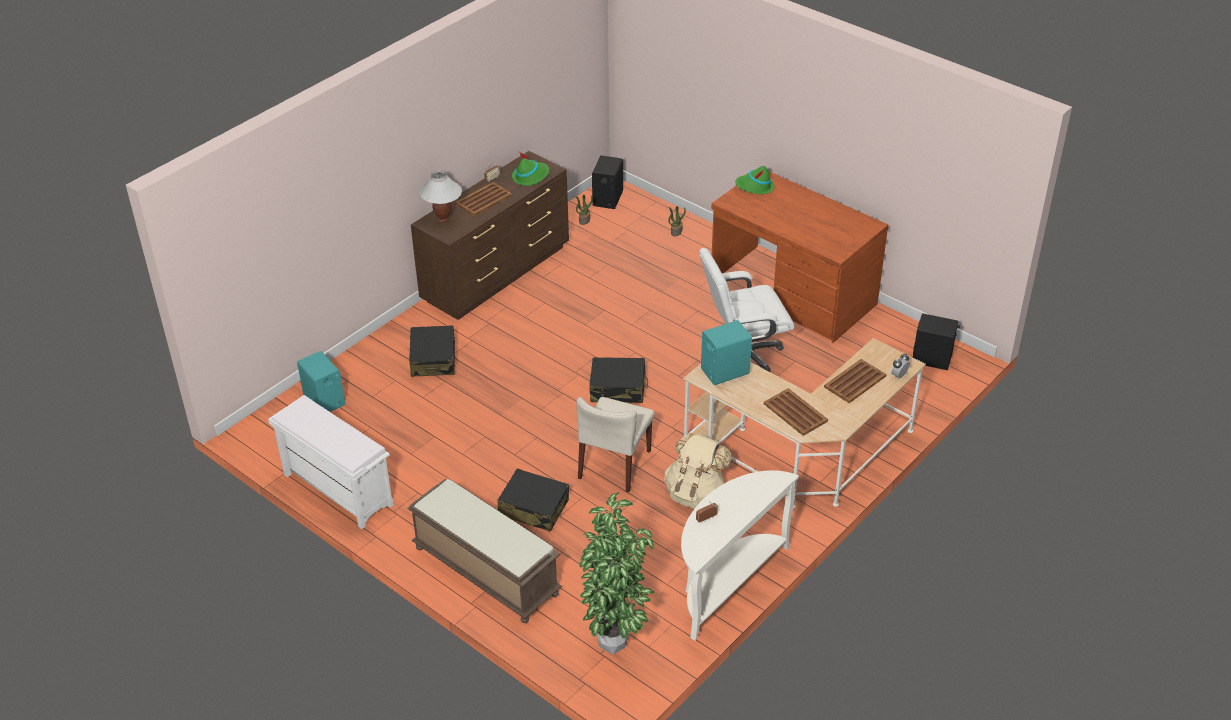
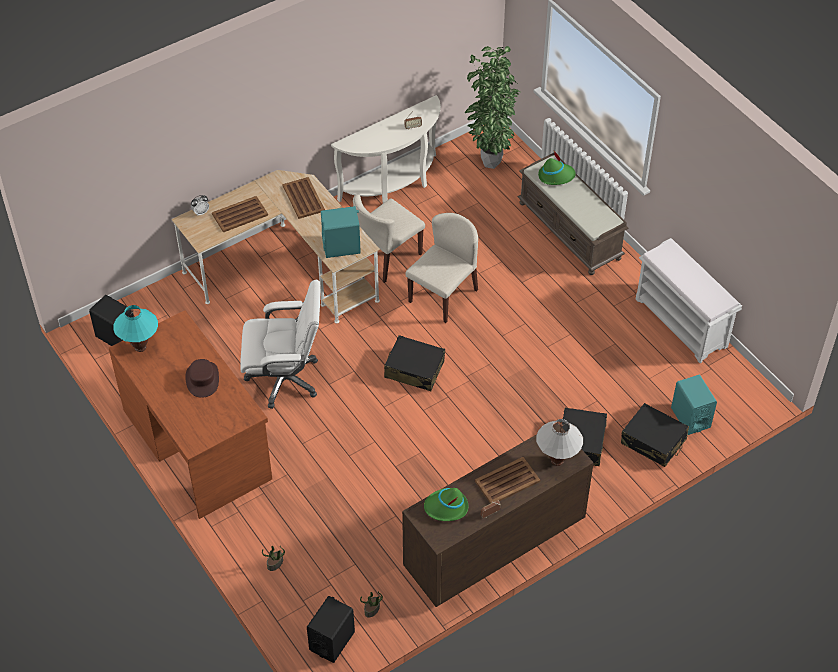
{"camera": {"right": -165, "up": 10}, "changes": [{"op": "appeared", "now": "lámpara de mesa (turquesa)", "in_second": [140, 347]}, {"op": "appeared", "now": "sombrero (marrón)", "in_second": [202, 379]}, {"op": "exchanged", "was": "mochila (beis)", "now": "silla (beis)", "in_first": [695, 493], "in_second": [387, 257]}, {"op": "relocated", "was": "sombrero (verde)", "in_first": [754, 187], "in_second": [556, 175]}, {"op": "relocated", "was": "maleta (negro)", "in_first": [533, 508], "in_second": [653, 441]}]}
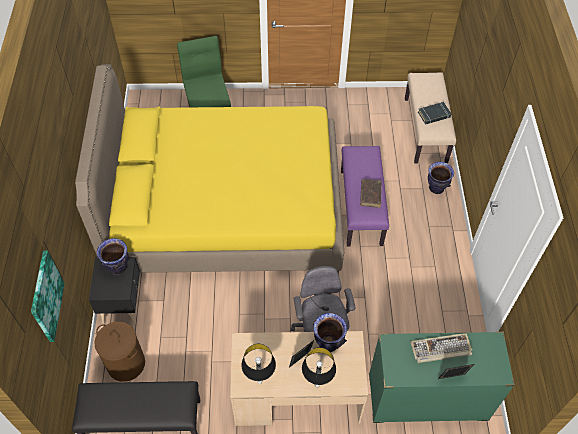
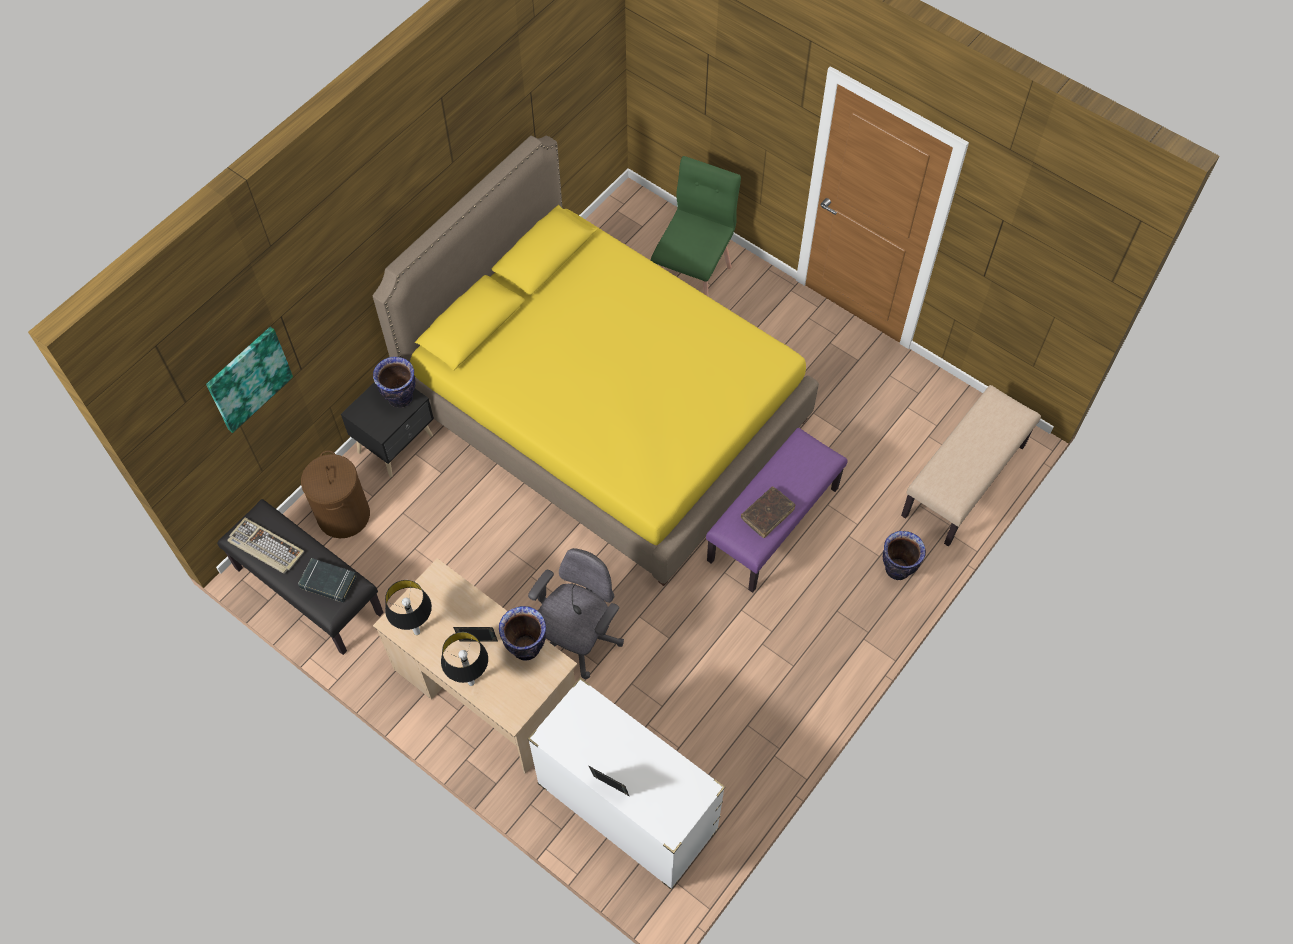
{"camera": {"right": 40, "up": 5}, "changes": [{"op": "relocated", "was": "teclado", "in_first": [440, 349], "in_second": [265, 547]}, {"op": "relocated", "was": "libro (negro)", "in_first": [434, 115], "in_second": [328, 582]}, {"op": "colour", "was": "cómoda (verde)", "now": "cómoda (blanco)", "in_first": [426, 398], "in_second": [627, 808]}]}
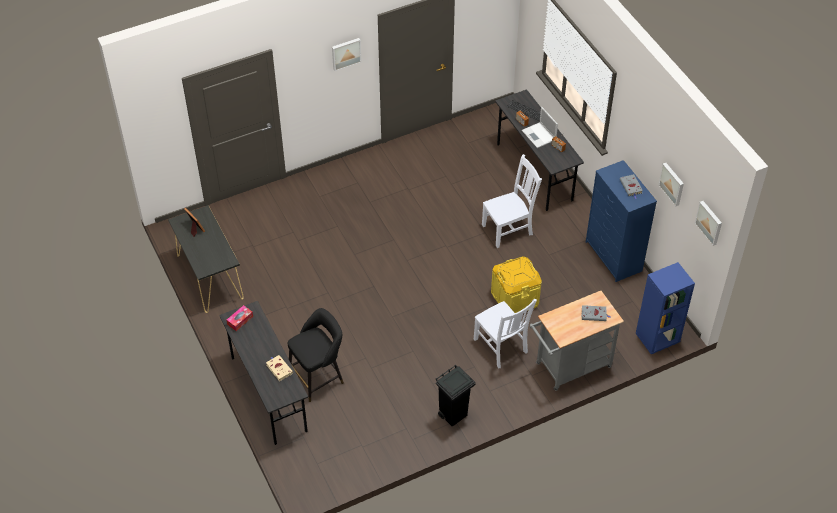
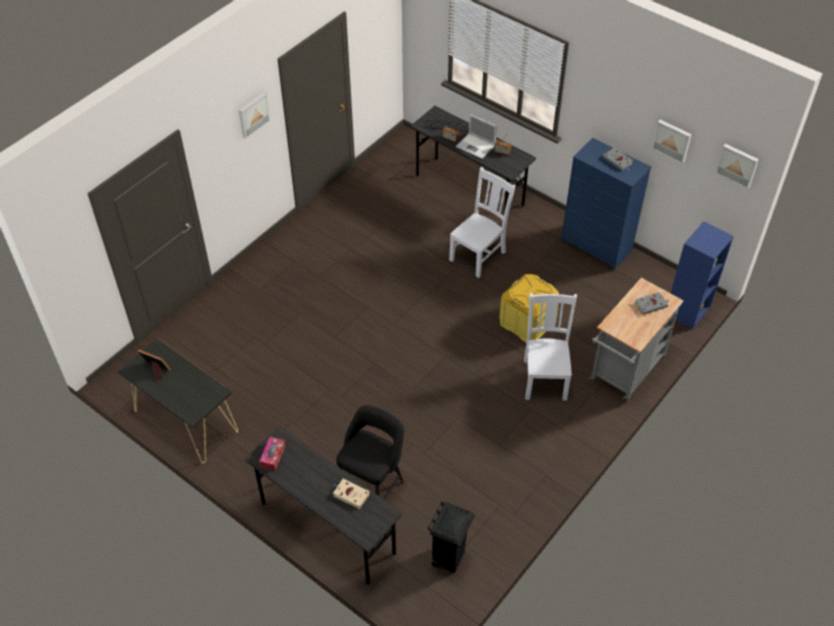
{"camera": {"right": -25, "up": 0}, "changes": [{"op": "relocated", "was": "papelera (negro)", "in_first": [453, 415], "in_second": [449, 558]}, {"op": "spun", "was": "silla (blanco)", "in_first": [501, 347], "in_second": [545, 378], "clockwise": -120}]}
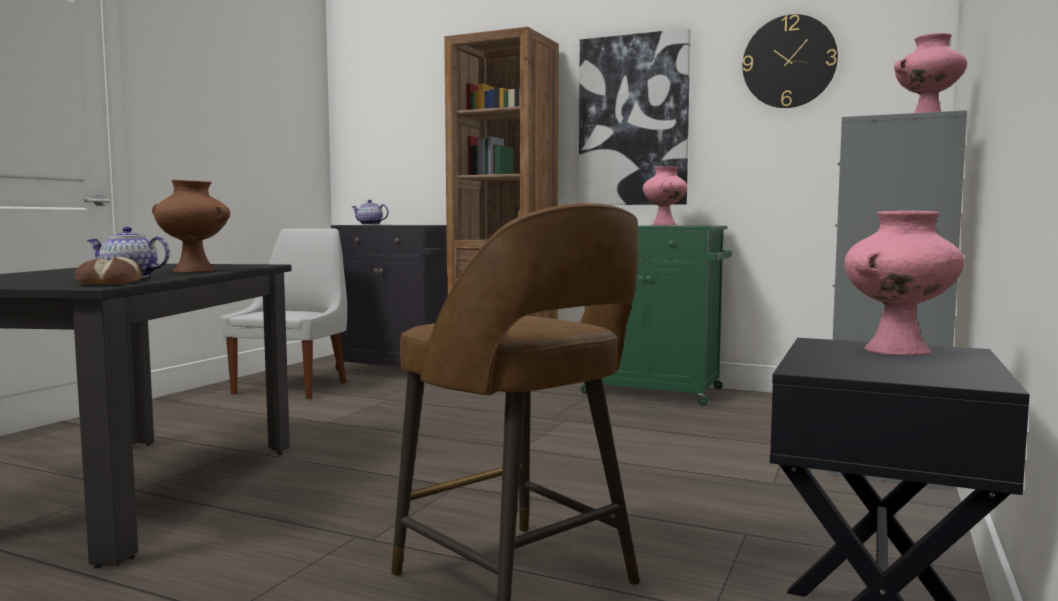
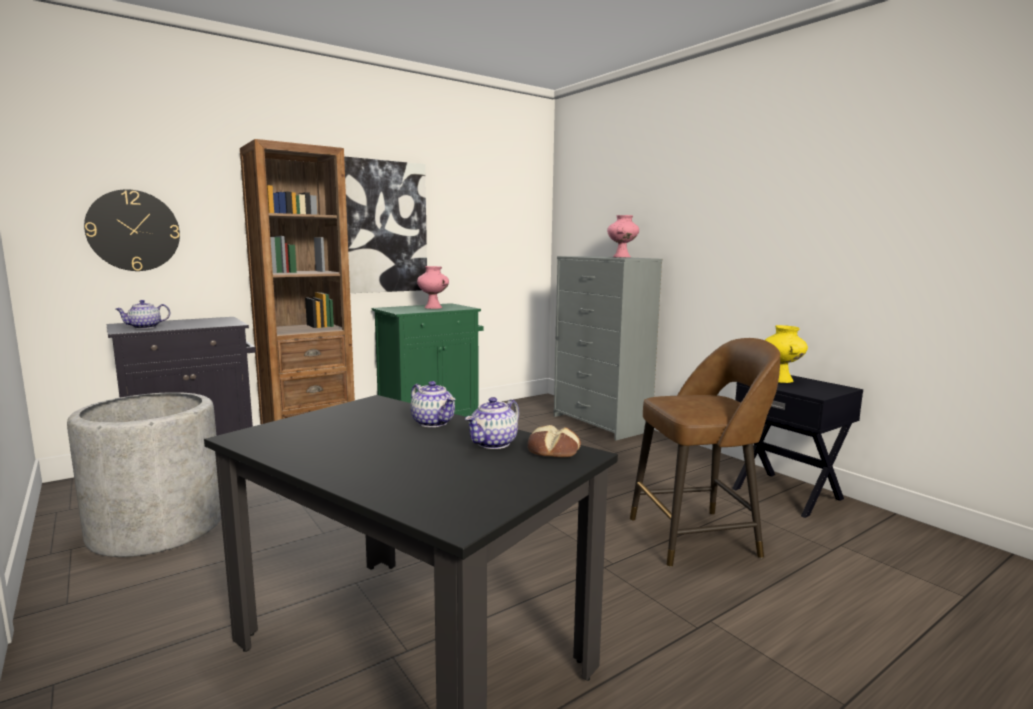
{"camera": {"right": -60, "up": 5}, "changes": [{"op": "exchanged", "was": "silla (blanco)", "now": "maceta (gris)", "in_first": [293, 387], "in_second": [157, 527]}, {"op": "relocated", "was": "reloj de pared", "in_first": [789, 62], "in_second": [133, 230]}, {"op": "exchanged", "was": "florero (marrón)", "now": "tetera", "in_first": [195, 271], "in_second": [433, 422]}, {"op": "colour", "was": "florero (rosa)", "now": "florero (amarillo)", "in_first": [897, 351], "in_second": [781, 380]}]}
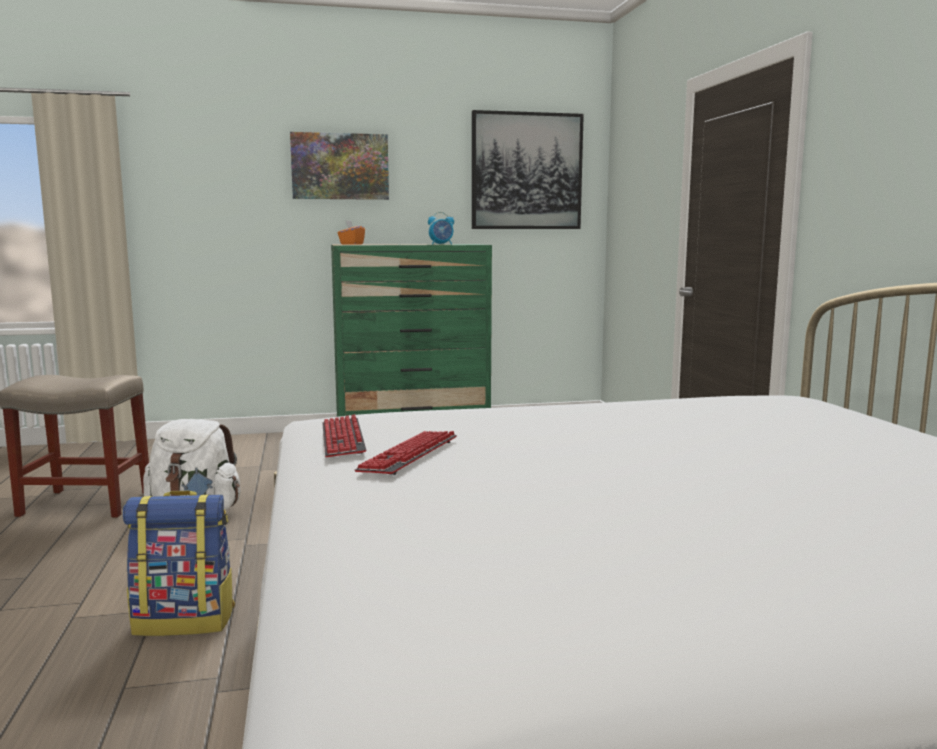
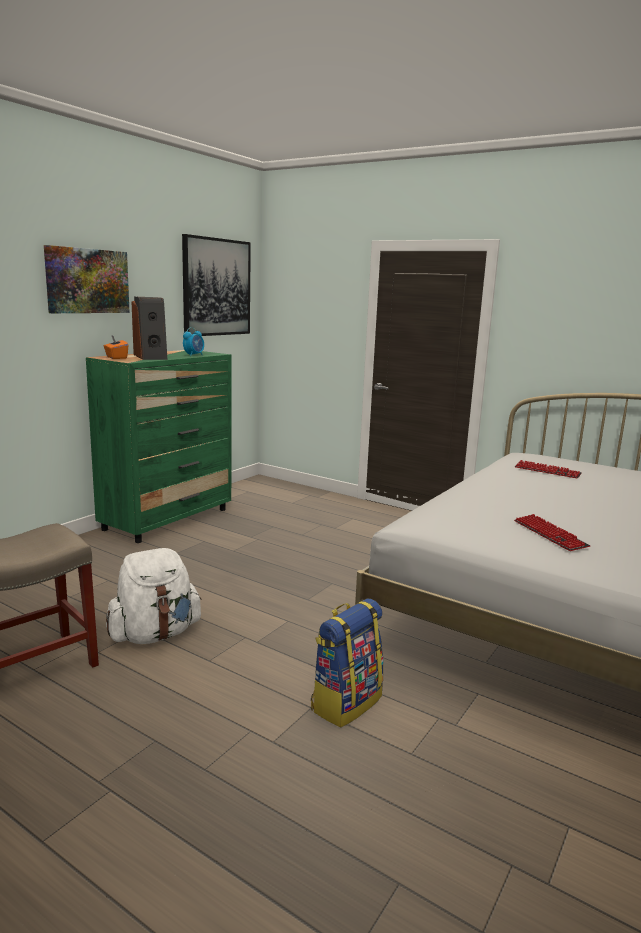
{"camera": {"right": -45, "up": 5}, "changes": [{"op": "appeared", "now": "altavoz", "in_second": [151, 357]}, {"op": "relocated", "was": "teclado", "in_first": [342, 439], "in_second": [547, 471]}]}
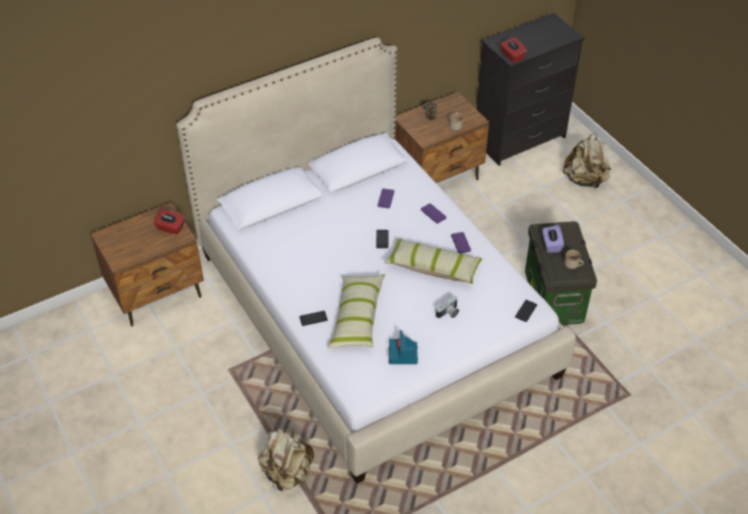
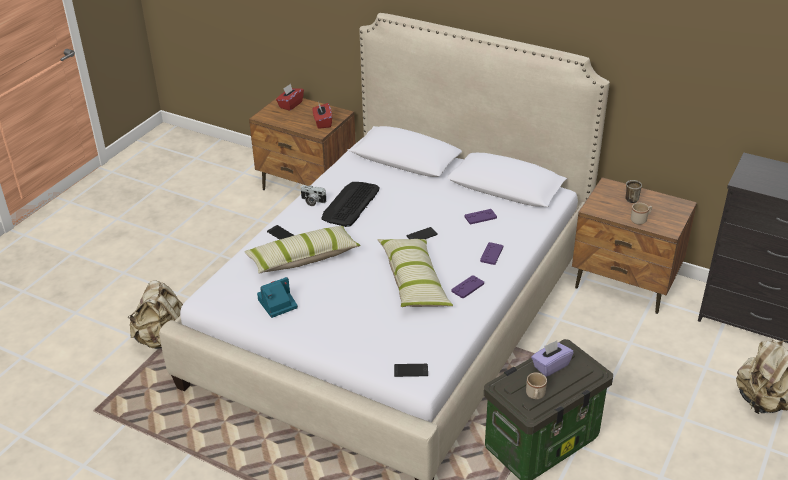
{"camera": {"right": 60, "up": -10}, "changes": [{"op": "relocated", "was": "caja de pañuelos (rojo)", "in_first": [512, 56], "in_second": [290, 105]}, {"op": "relocated", "was": "cámara", "in_first": [448, 313], "in_second": [312, 201]}, {"op": "appeared", "now": "teclado", "in_second": [350, 204]}]}
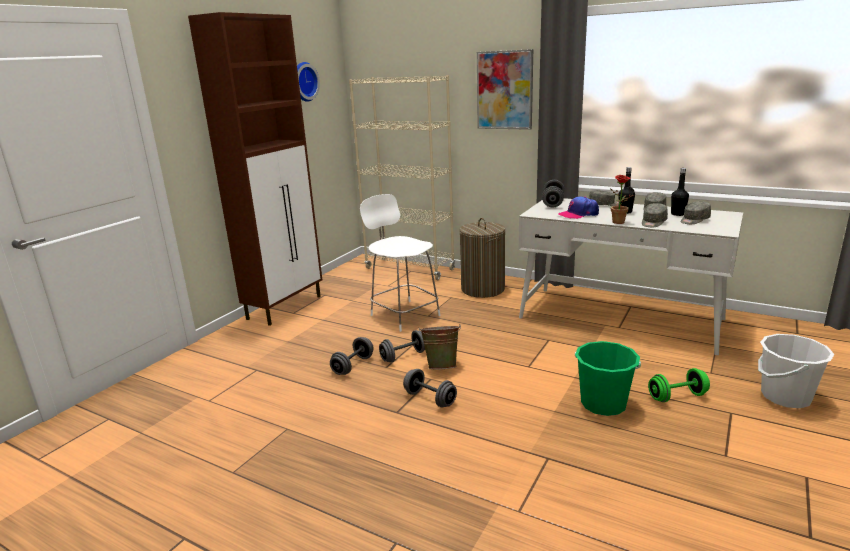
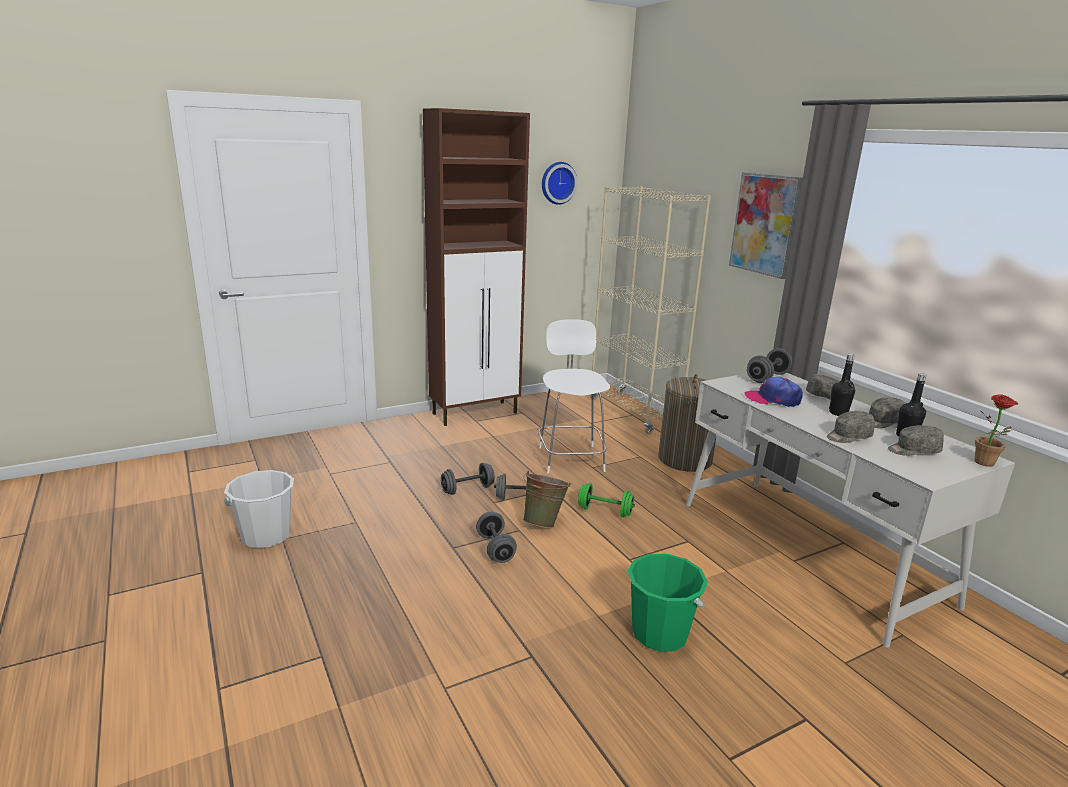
{"camera": {"right": 30, "up": 0}, "changes": [{"op": "relocated", "was": "cubo (blanco)", "in_first": [785, 397], "in_second": [266, 536]}, {"op": "relocated", "was": "mancuerna (verde)", "in_first": [677, 396], "in_second": [605, 511]}, {"op": "relocated", "was": "planta en maceta", "in_first": [620, 222], "in_second": [987, 464]}]}
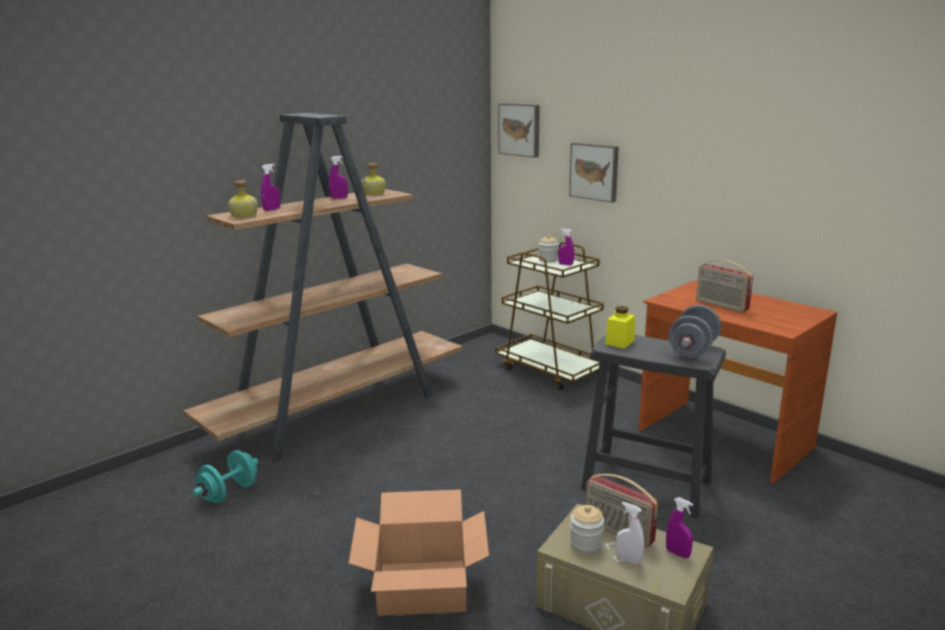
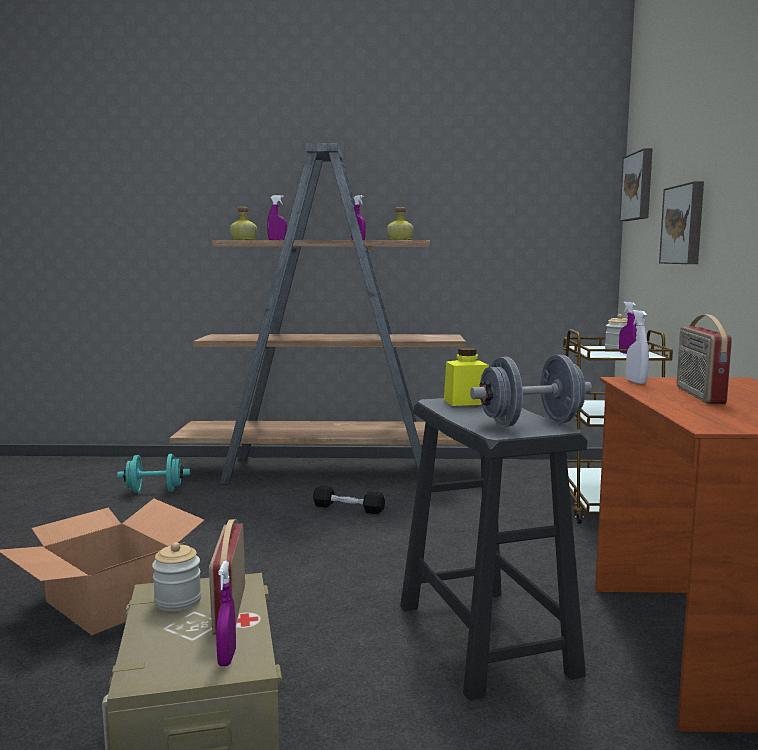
{"camera": {"right": 45, "up": -10}, "changes": [{"op": "appeared", "now": "mancuerna (negro)", "in_second": [348, 508]}, {"op": "relocated", "was": "pulverizador (blanco)", "in_first": [628, 560], "in_second": [636, 382]}]}
